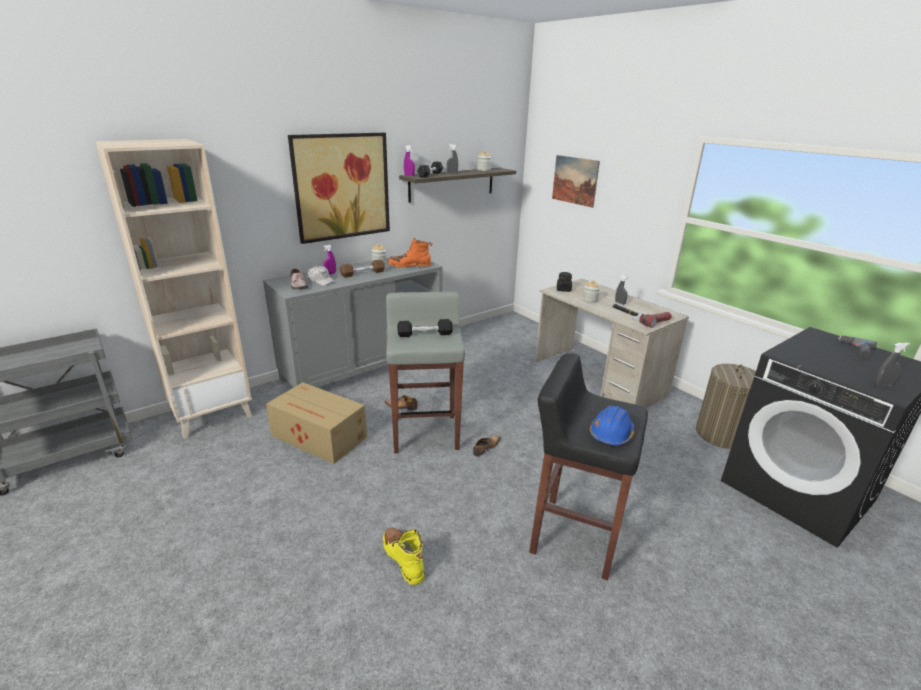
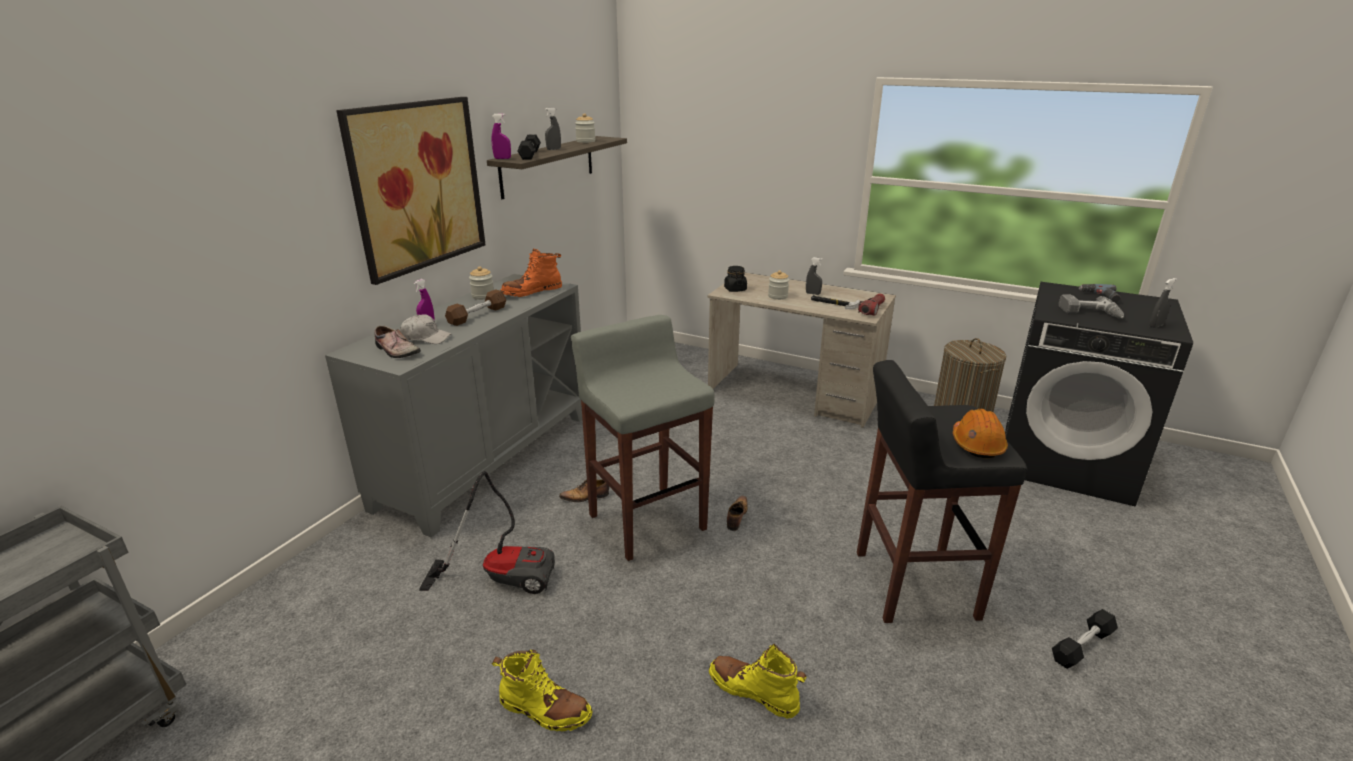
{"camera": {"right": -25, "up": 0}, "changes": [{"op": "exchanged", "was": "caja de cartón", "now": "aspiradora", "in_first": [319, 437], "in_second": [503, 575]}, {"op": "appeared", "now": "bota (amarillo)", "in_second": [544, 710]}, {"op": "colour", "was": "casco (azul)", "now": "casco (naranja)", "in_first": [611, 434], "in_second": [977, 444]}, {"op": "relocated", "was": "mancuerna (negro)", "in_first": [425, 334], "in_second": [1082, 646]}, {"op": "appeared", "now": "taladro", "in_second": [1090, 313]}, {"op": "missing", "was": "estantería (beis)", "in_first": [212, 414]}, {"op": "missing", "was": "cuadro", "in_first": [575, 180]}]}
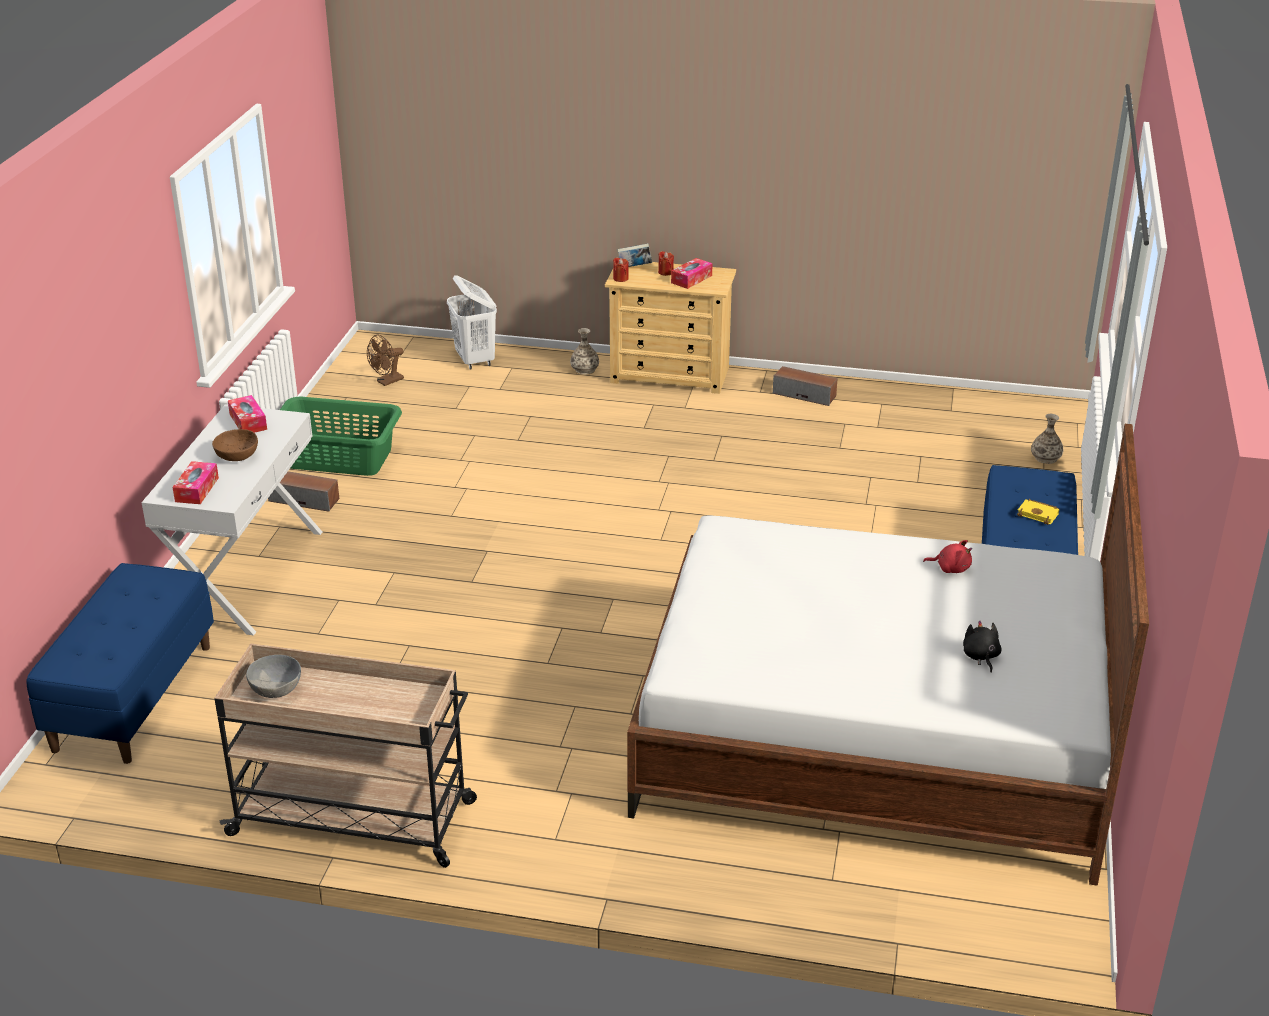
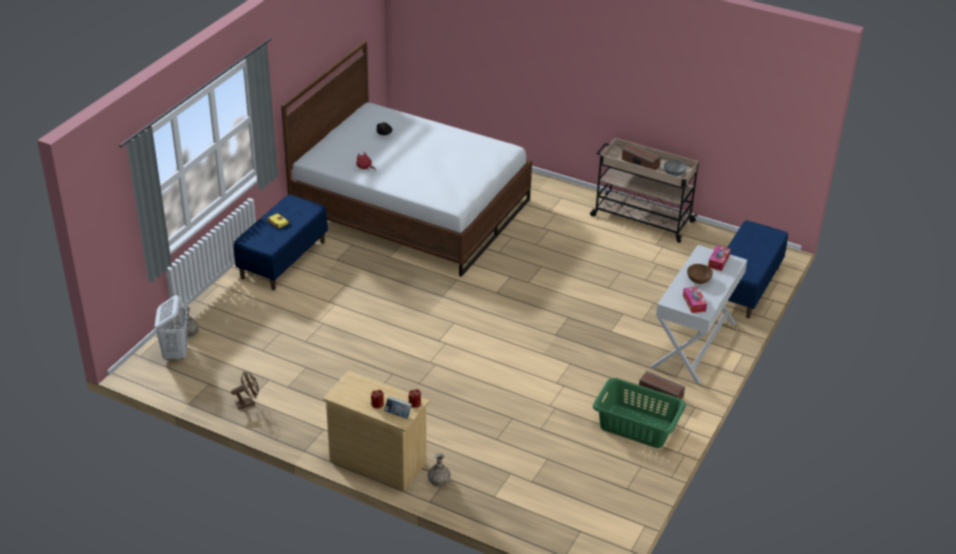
{"camera": {"right": -165, "up": 5}, "changes": [{"op": "relocated", "was": "cesto de la ropa (blanco)", "in_first": [475, 360], "in_second": [176, 353]}, {"op": "relocated", "was": "ventilador (marrón)", "in_first": [387, 382], "in_second": [248, 403]}, {"op": "relocated", "was": "altavoz", "in_first": [804, 394], "in_second": [640, 163]}, {"op": "missing", "was": "caja de pañuelos", "in_first": [691, 279]}]}
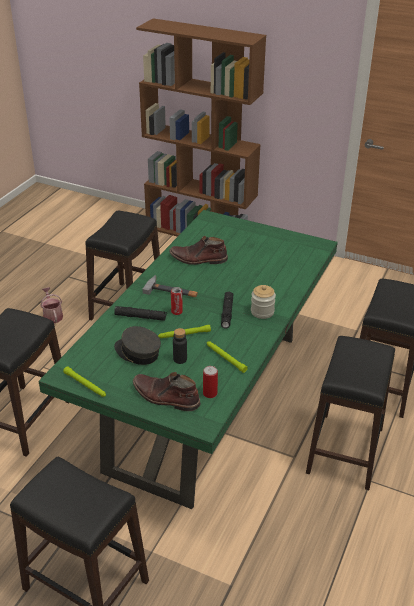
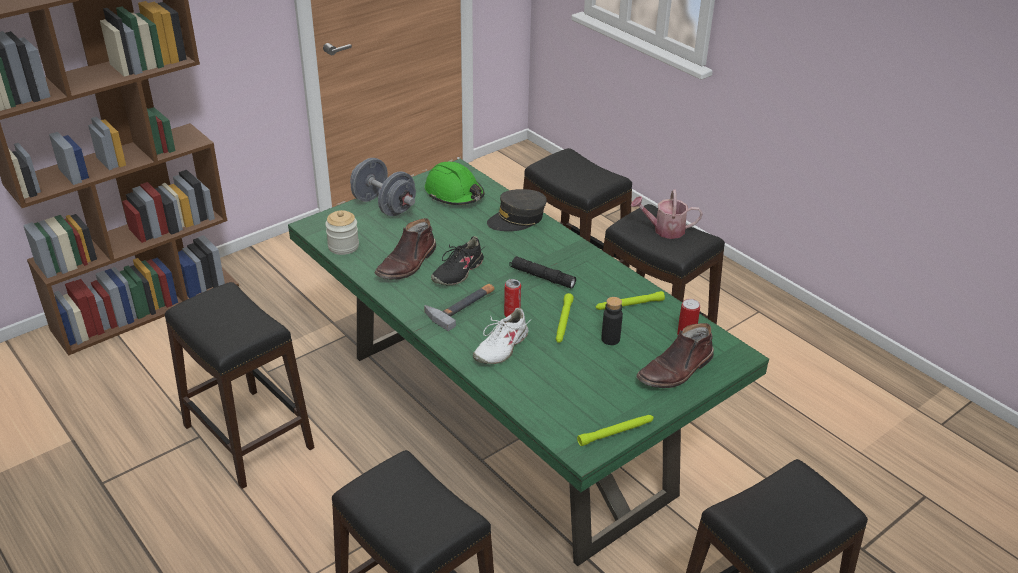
{"camera": {"right": -65, "up": 0}, "changes": [{"op": "relocated", "was": "tarro", "in_first": [262, 312], "in_second": [343, 246]}, {"op": "appeared", "now": "mancuerna (gris)", "in_second": [384, 206]}, {"op": "appeared", "now": "casco (verde)", "in_second": [454, 194]}, {"op": "appeared", "now": "zapato (negro)", "in_second": [458, 272]}, {"op": "exchanged", "was": "linterna (negro)", "now": "zapato (blanco)", "in_first": [140, 317], "in_second": [501, 347]}, {"op": "relocated", "was": "gorra (gris)", "in_first": [137, 352], "in_second": [517, 219]}, {"op": "relocated", "was": "regadera", "in_first": [52, 315], "in_second": [664, 230]}]}
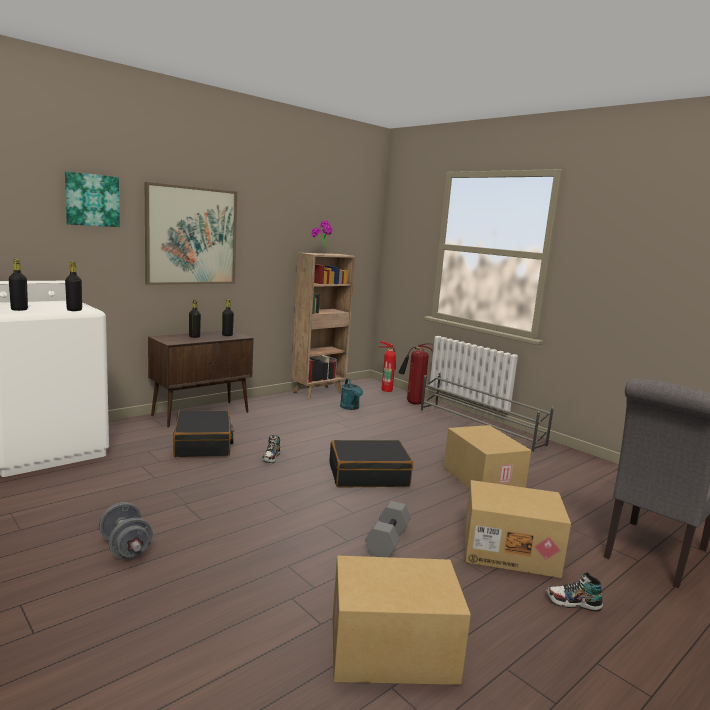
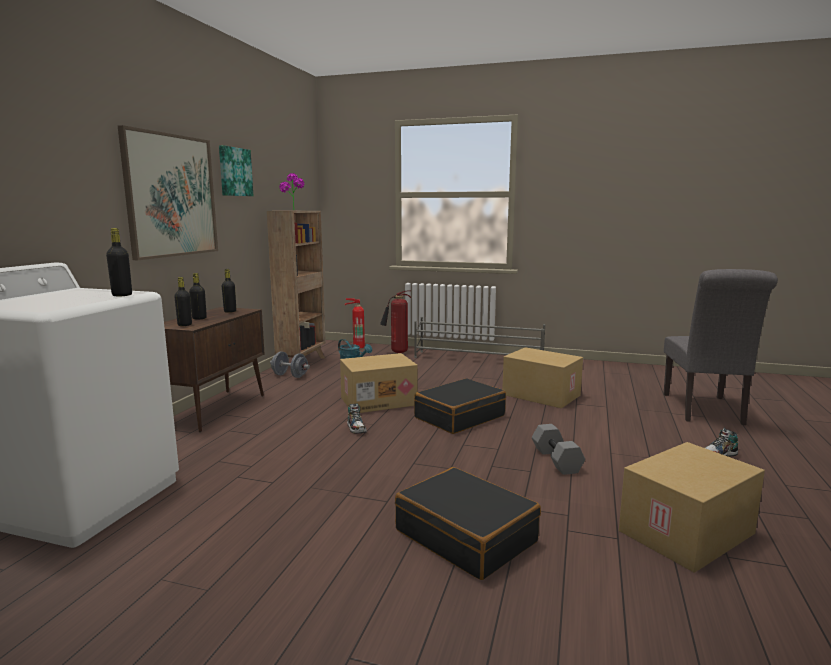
{"camera": {"right": -30, "up": 0}, "changes": [{"op": "relocated", "was": "botella (negro)", "in_first": [19, 309], "in_second": [184, 325]}, {"op": "relocated", "was": "cuadro", "in_first": [92, 200], "in_second": [234, 172]}, {"op": "relocated", "was": "mancuerna (gris)", "in_first": [126, 548], "in_second": [290, 376]}, {"op": "relocated", "was": "caja de cartón", "in_first": [510, 551], "in_second": [378, 401]}, {"op": "relocated", "was": "maleta (negro)", "in_first": [203, 444], "in_second": [466, 536]}]}
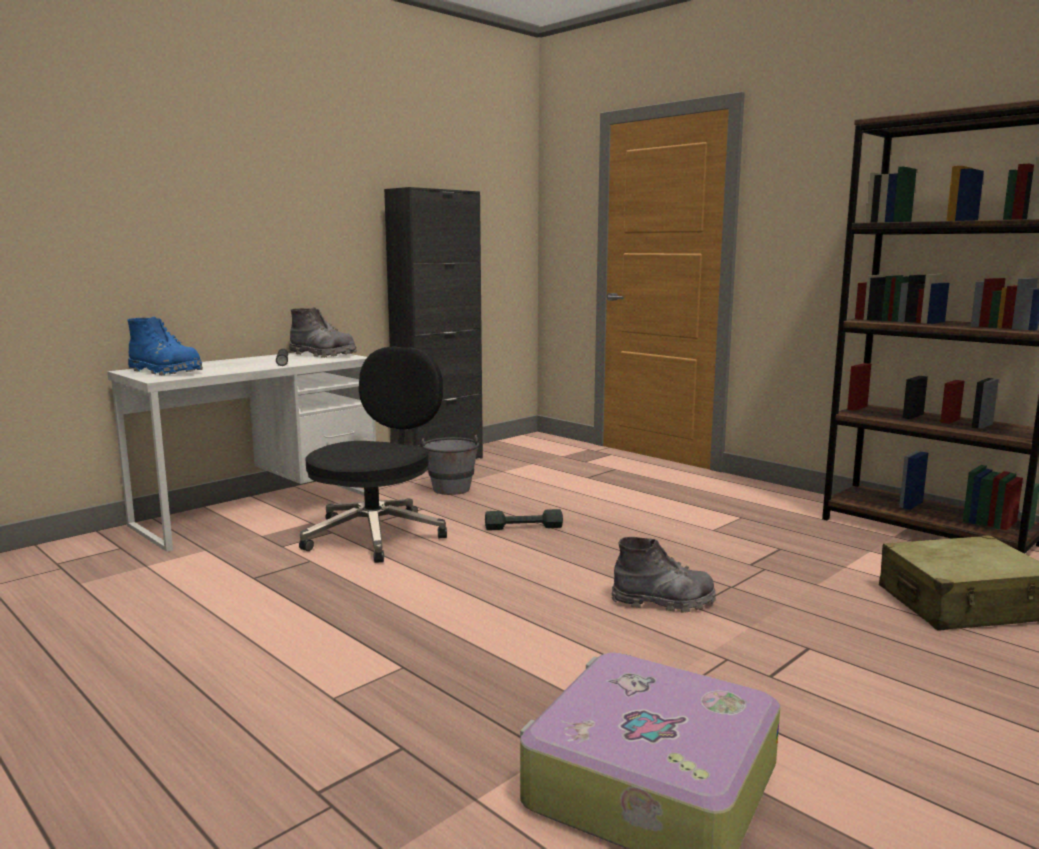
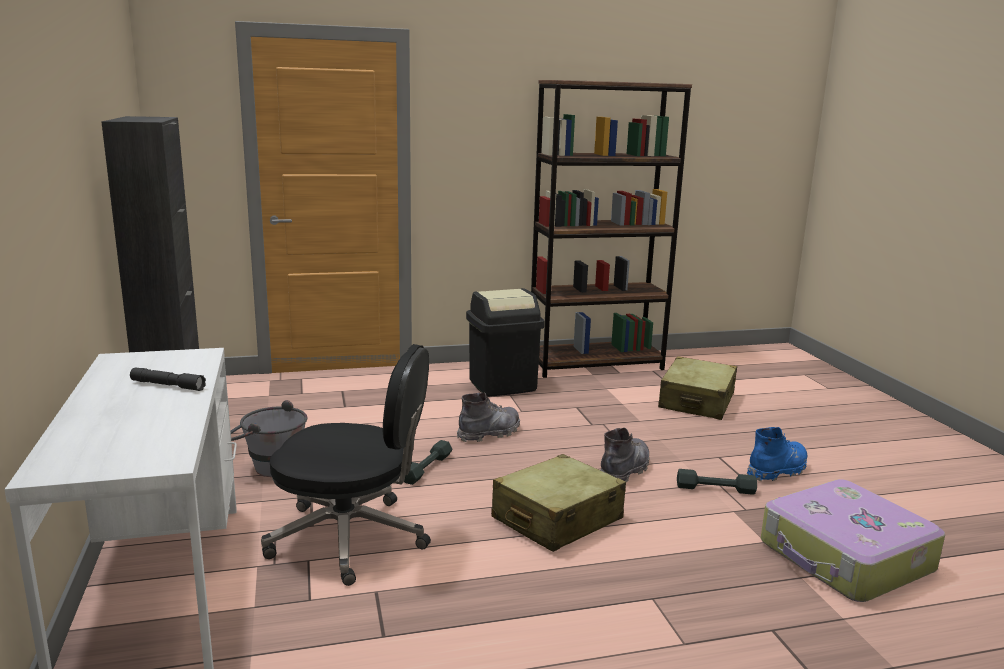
{"camera": {"right": -60, "up": 5}, "changes": [{"op": "spun", "was": "silla de oficina (negro)", "in_first": [376, 535], "in_second": [351, 538], "clockwise": 135}, {"op": "relocated", "was": "bota (gris)", "in_first": [322, 355], "in_second": [489, 433]}, {"op": "appeared", "now": "papelera (negro)", "in_second": [502, 385]}, {"op": "appeared", "now": "maleta (beis)", "in_second": [556, 519]}, {"op": "appeared", "now": "mancuerna (gris)", "in_second": [715, 488]}, {"op": "relocated", "was": "bota (azul)", "in_first": [165, 372], "in_second": [777, 471]}]}
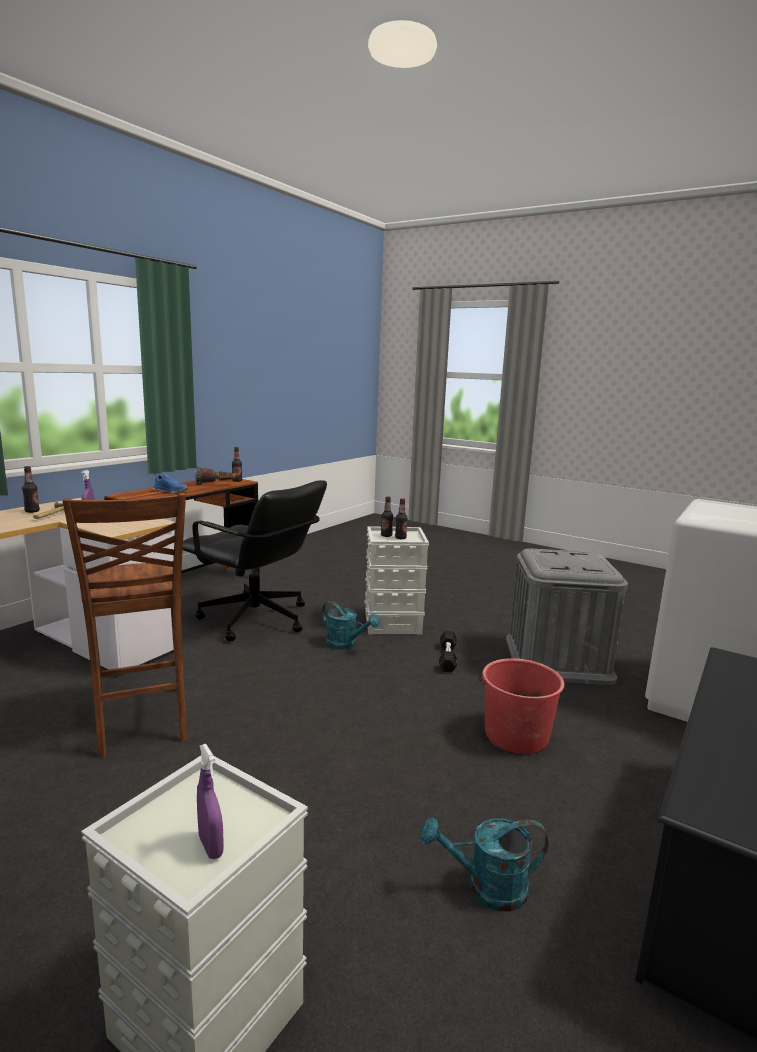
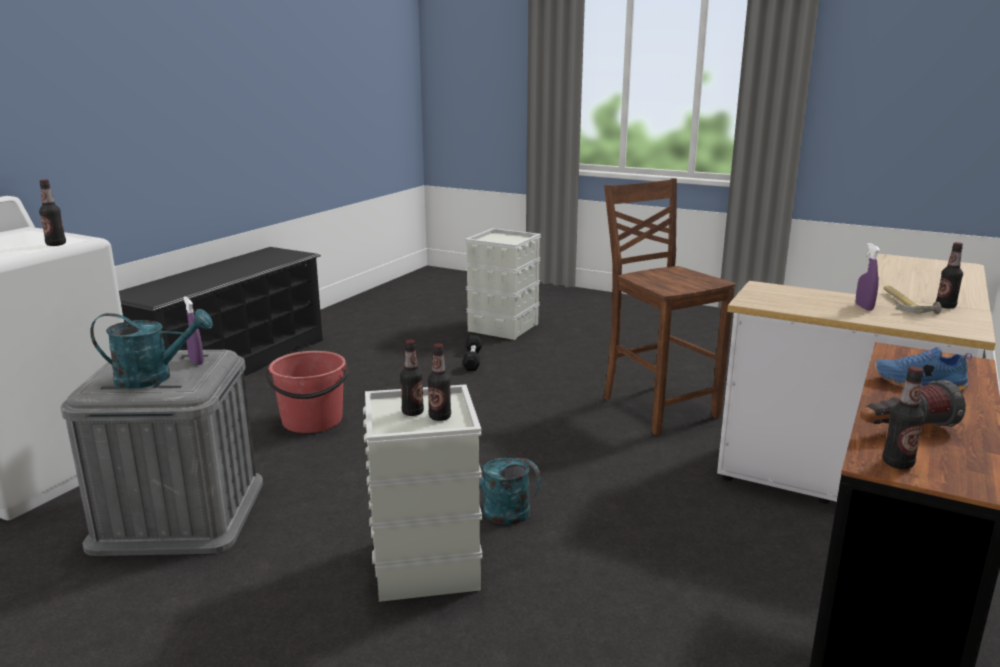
{"camera": {"right": 175, "up": 5}, "changes": [{"op": "appeared", "now": "botella", "in_second": [56, 244]}, {"op": "relocated", "was": "regadera (turquesa)", "in_first": [486, 888], "in_second": [154, 377]}, {"op": "relocated", "was": "pulverizador (morado)", "in_first": [210, 846], "in_second": [196, 361]}, {"op": "relocated", "was": "mancuerna (negro)", "in_first": [447, 658], "in_second": [472, 360]}, {"op": "missing", "was": "silla de oficina (negro)", "in_first": [255, 620]}]}
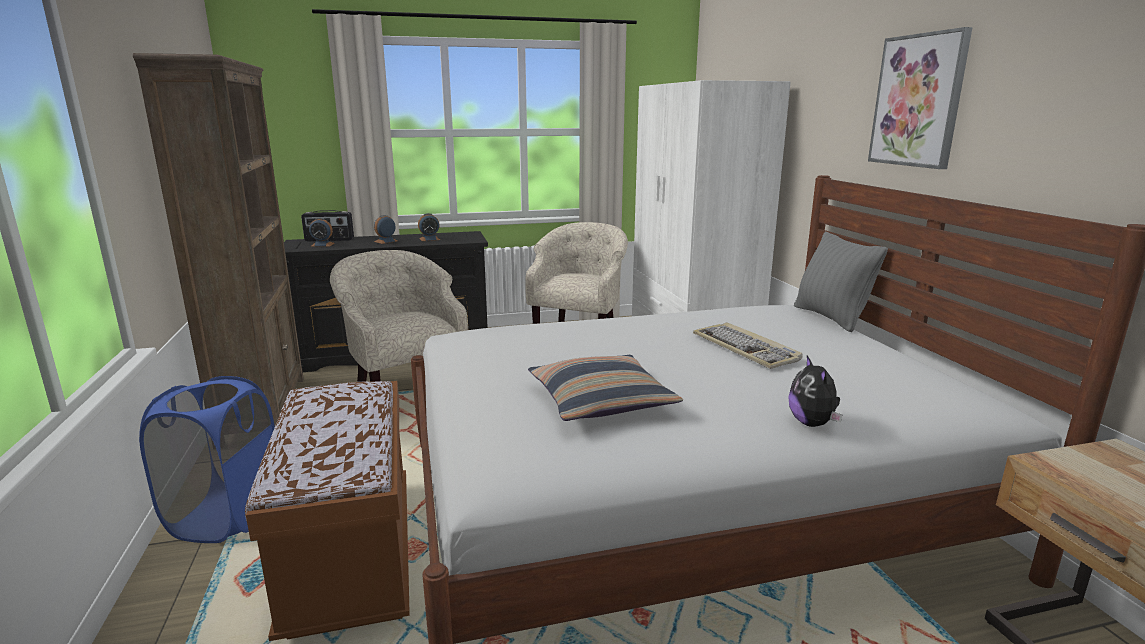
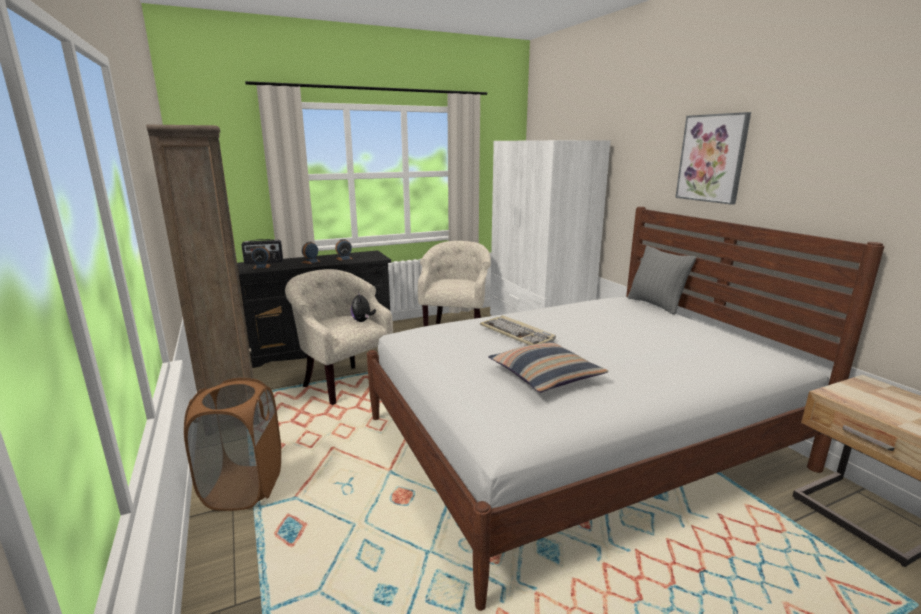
{"camera": {"right": -10, "up": 0}, "changes": [{"op": "colour", "was": "cesto de la ropa (azul)", "now": "cesto de la ropa (marrón)", "in_first": [227, 516], "in_second": [244, 487]}, {"op": "relocated", "was": "peluche", "in_first": [812, 423], "in_second": [362, 321]}, {"op": "relocated", "was": "teclado", "in_first": [746, 349], "in_second": [517, 334]}, {"op": "missing", "was": "banco (marrón)", "in_first": [352, 555]}]}
